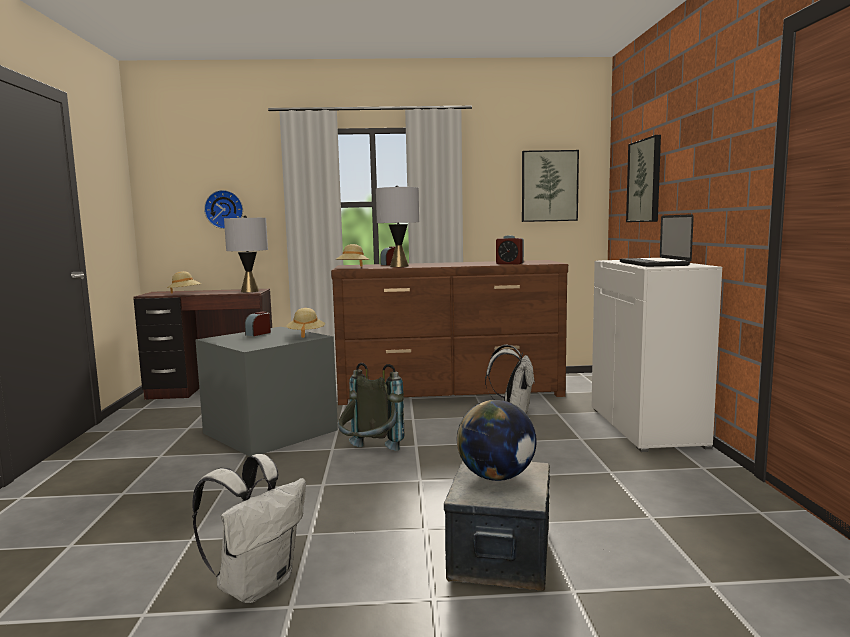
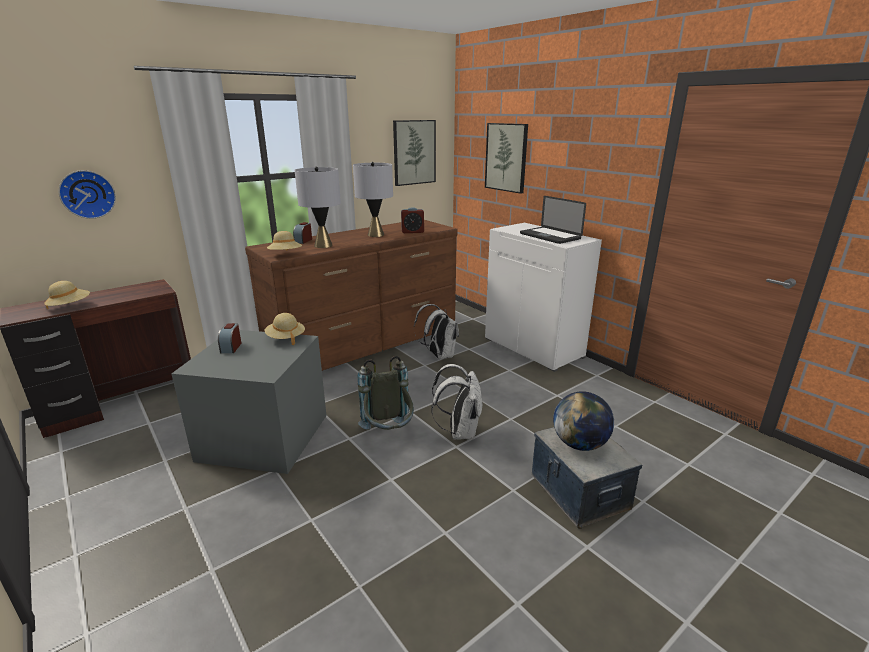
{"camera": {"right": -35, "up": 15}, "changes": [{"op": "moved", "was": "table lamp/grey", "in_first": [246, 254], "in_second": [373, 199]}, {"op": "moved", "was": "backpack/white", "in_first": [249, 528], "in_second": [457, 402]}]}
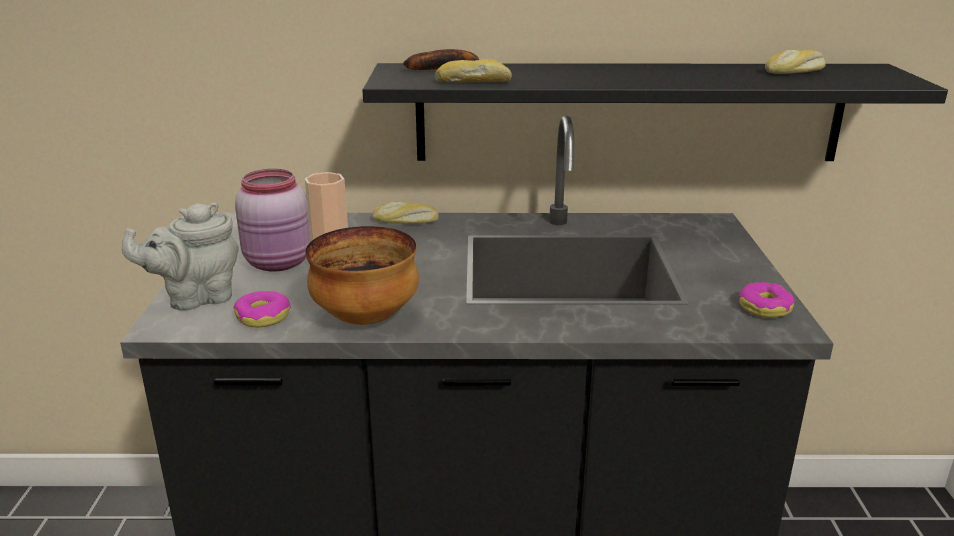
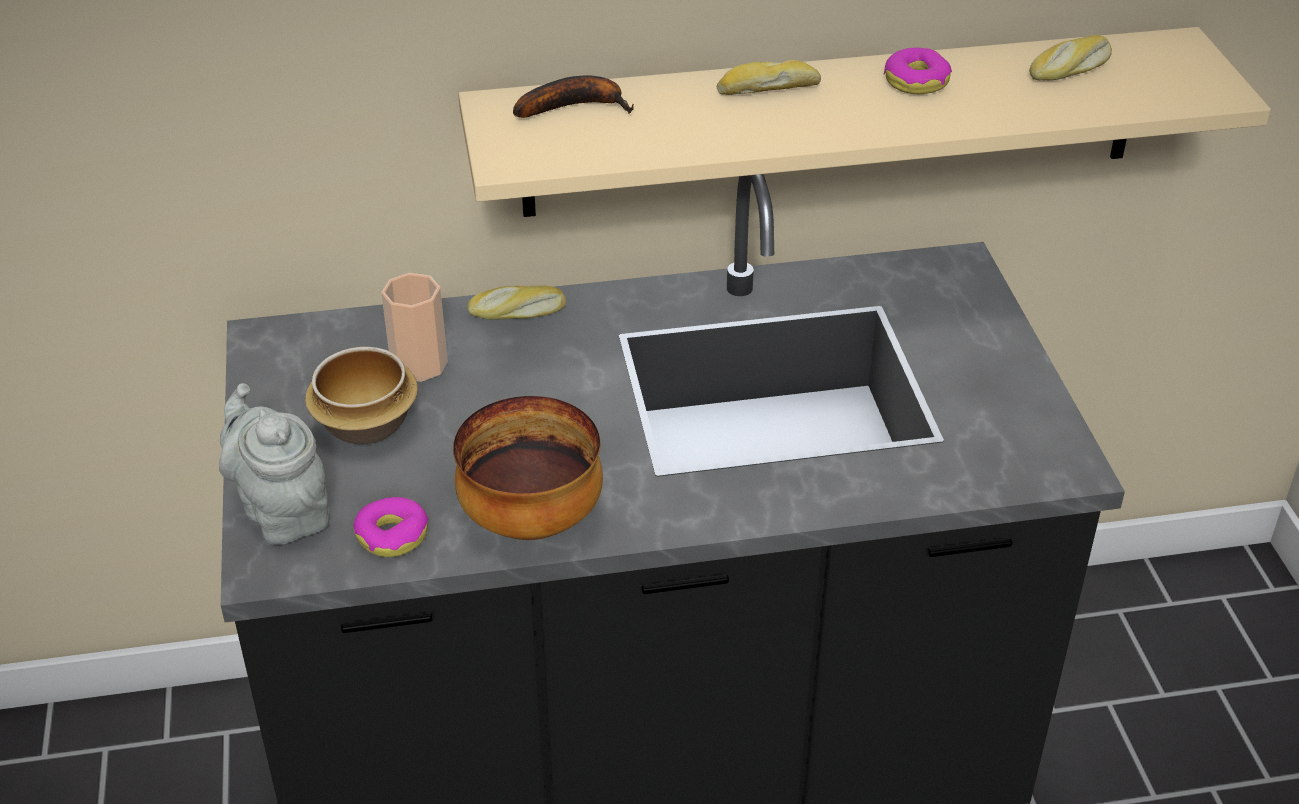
{"camera": {"right": -10, "up": 15}, "changes": [{"op": "turned", "was": "teapot/grey", "in_first": [180, 256], "in_second": [274, 464], "clockwise": 90}, {"op": "replaced", "was": "jar/pink", "now": "bowl", "in_first": [272, 220], "in_second": [361, 396]}, {"op": "recoloured", "was": "shelf/black", "now": "shelf/beige", "in_first": [655, 112], "in_second": [864, 122]}, {"op": "moved", "was": "bread", "in_first": [473, 70], "in_second": [769, 77]}, {"op": "moved", "was": "donut", "in_first": [766, 300], "in_second": [918, 71]}]}
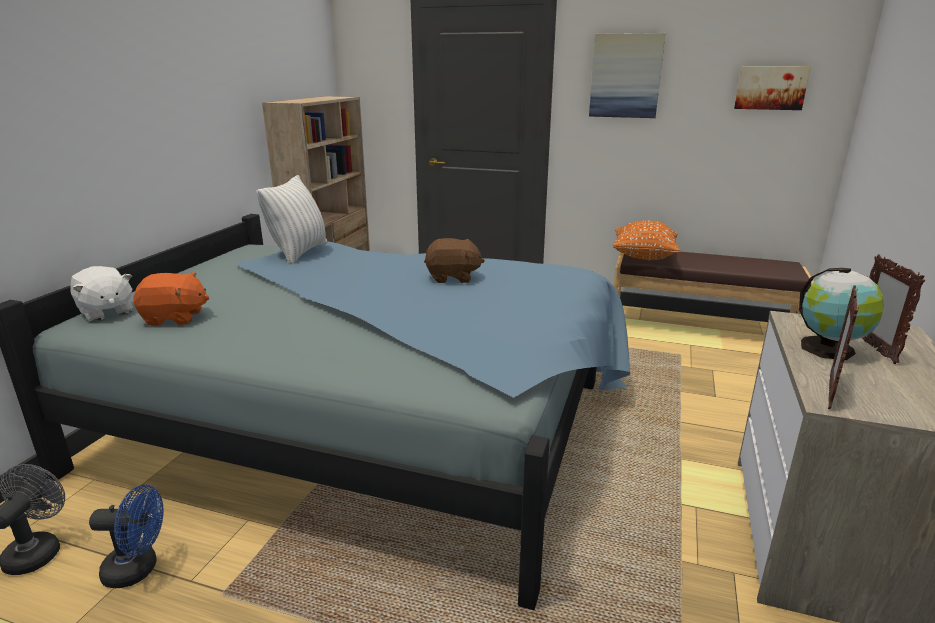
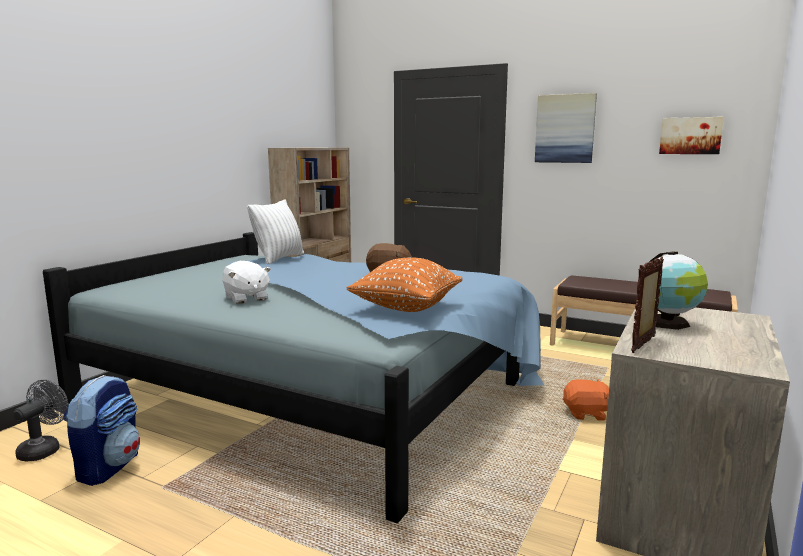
{"camera": {"right": 10, "up": -10}, "changes": [{"op": "replaced", "was": "fan/blue", "now": "backpack", "in_first": [126, 536], "in_second": [102, 430]}, {"op": "moved", "was": "plush toy/white", "in_first": [101, 294], "in_second": [246, 282]}, {"op": "moved", "was": "pillow/orange", "in_first": [646, 240], "in_second": [405, 284]}, {"op": "moved", "was": "plush toy/orange", "in_first": [171, 299], "in_second": [585, 400]}, {"op": "removed", "was": "picture frame", "in_first": [894, 309]}]}
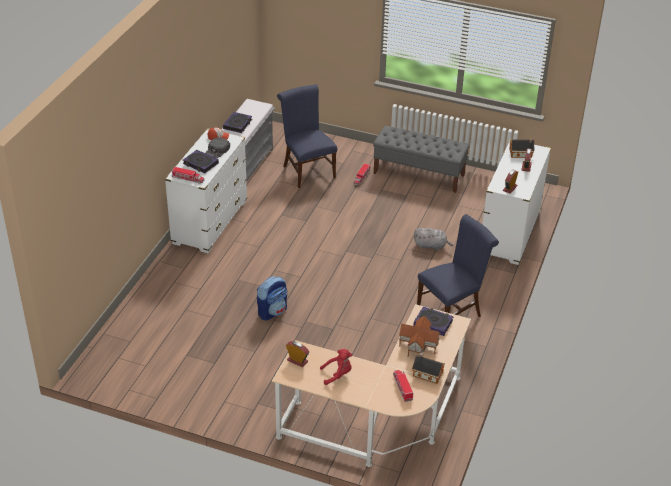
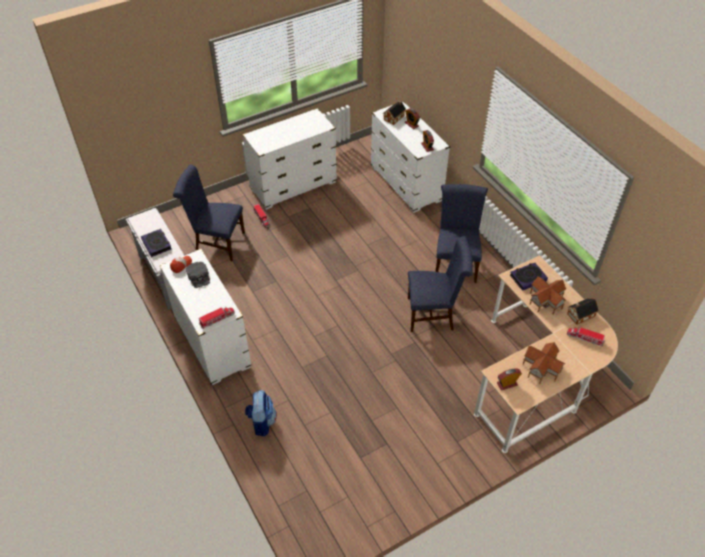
{"camera": {"right": -50, "up": 10}, "changes": [{"op": "replaced", "was": "bench/grey", "now": "dresser/white", "in_first": [421, 159], "in_second": [289, 159]}, {"op": "moved", "was": "backpack", "in_first": [272, 298], "in_second": [261, 413]}, {"op": "added", "now": "chair/blue", "in_second": [440, 284]}, {"op": "replaced", "was": "plush toy/red", "now": "toy house", "in_first": [336, 367], "in_second": [544, 363]}, {"op": "removed", "was": "book", "in_first": [201, 161]}, {"op": "removed", "was": "plush toy/grey", "in_first": [433, 239]}]}
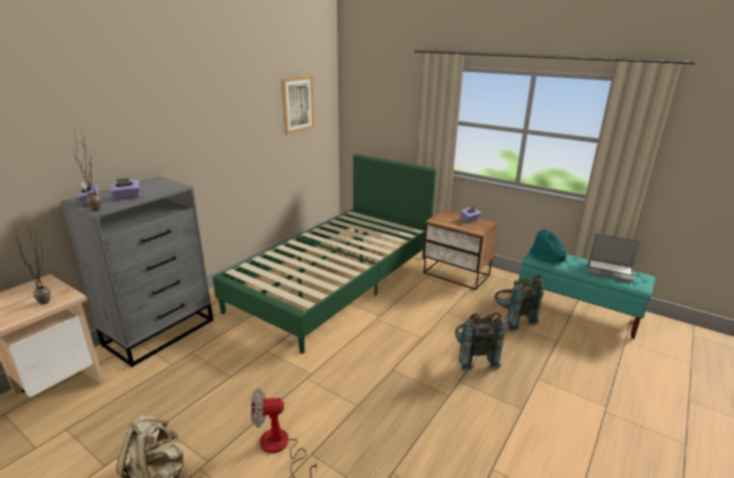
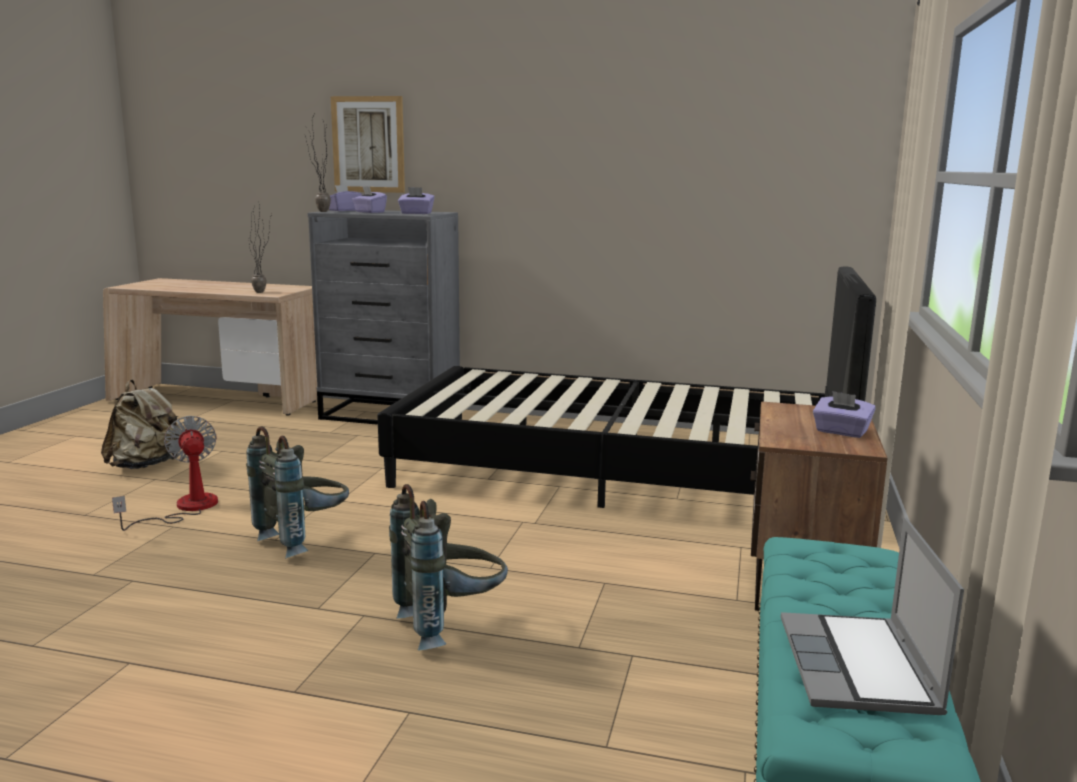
{"camera": {"right": 70, "up": -10}, "changes": [{"op": "moved", "was": "backpack/grey", "in_first": [519, 303], "in_second": [297, 492]}, {"op": "moved", "was": "picture", "in_first": [298, 105], "in_second": [368, 144]}, {"op": "recoloured", "was": "bed/green", "now": "bed/black", "in_first": [324, 254], "in_second": [626, 387]}, {"op": "added", "now": "tissue box/purple", "in_second": [416, 200]}, {"op": "removed", "was": "hat/turquoise", "in_first": [548, 246]}]}
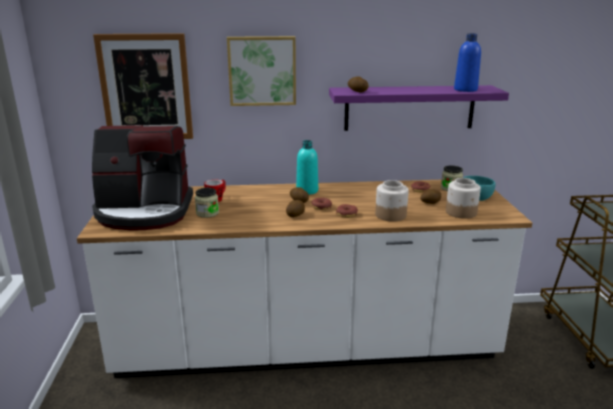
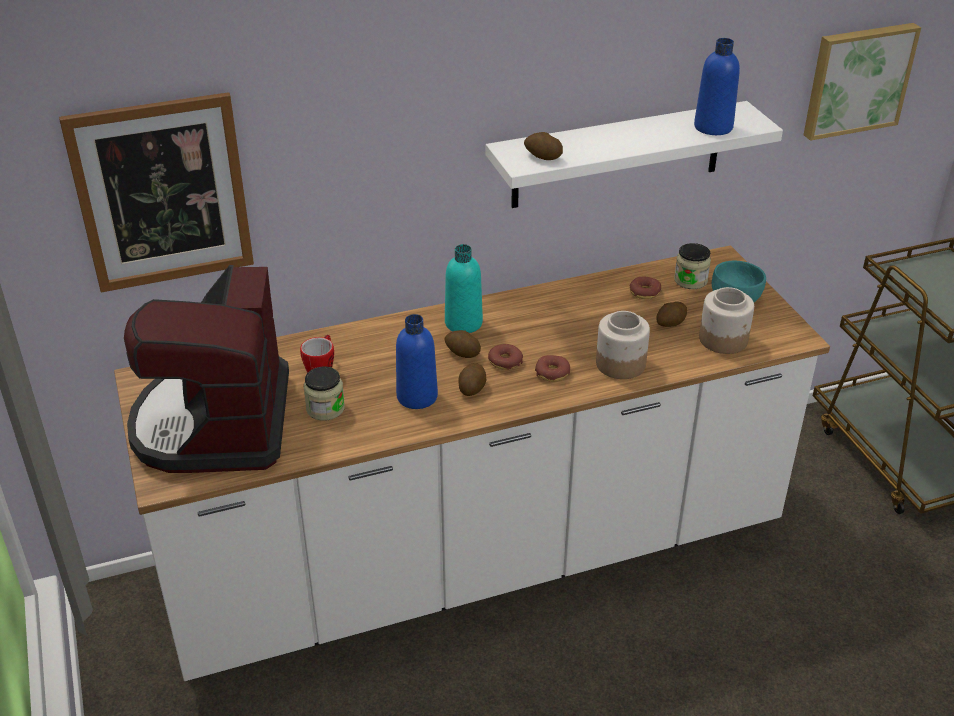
{"camera": {"right": -15, "up": 15}, "changes": [{"op": "turned", "was": "coffee machine", "in_first": [142, 178], "in_second": [206, 369], "clockwise": 105}, {"op": "added", "now": "bottle/blue", "in_second": [417, 361]}, {"op": "recoloured", "was": "shelf/purple", "now": "shelf/white", "in_first": [419, 108], "in_second": [634, 154]}, {"op": "moved", "was": "picture", "in_first": [261, 71], "in_second": [862, 82]}]}
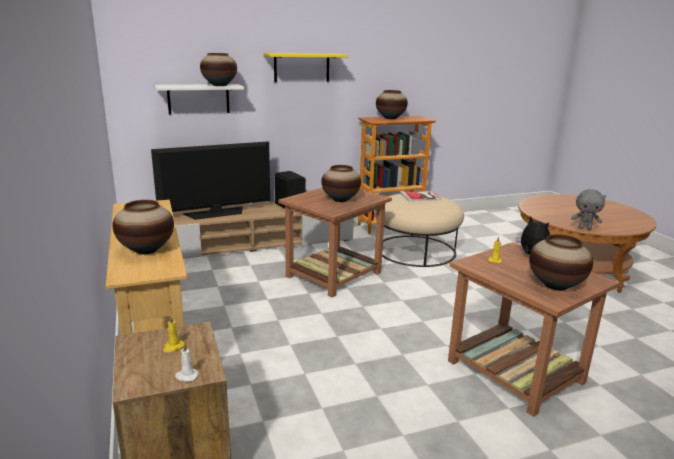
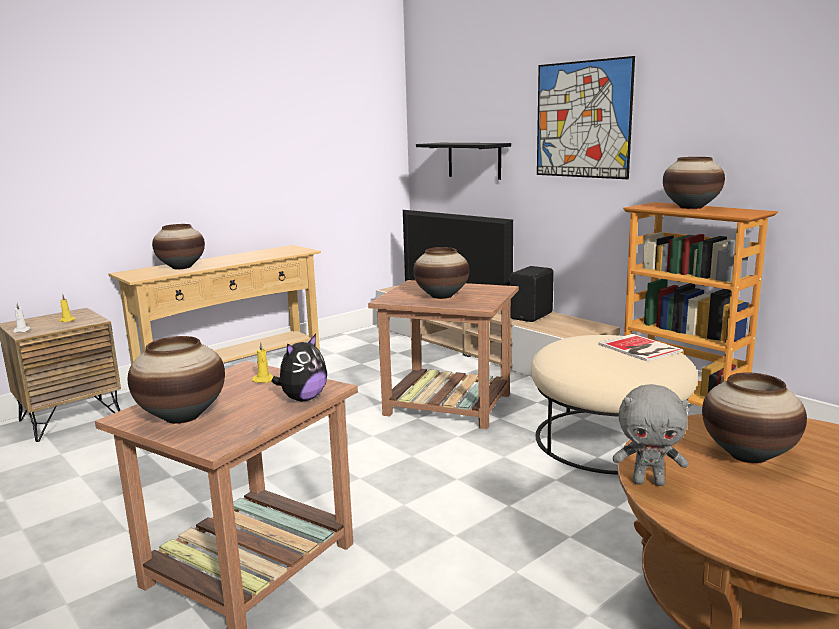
{"camera": {"right": 70, "up": -5}, "changes": [{"op": "recoloured", "was": "shelf/white", "now": "shelf/black", "in_first": [199, 99], "in_second": [463, 161]}, {"op": "replaced", "was": "shelf/yellow", "now": "picture", "in_first": [306, 67], "in_second": [586, 117]}, {"op": "turned", "was": "plush toy/grey", "in_first": [588, 209], "in_second": [651, 435], "clockwise": -75}, {"op": "moved", "was": "vase", "in_first": [218, 69], "in_second": [754, 418]}]}
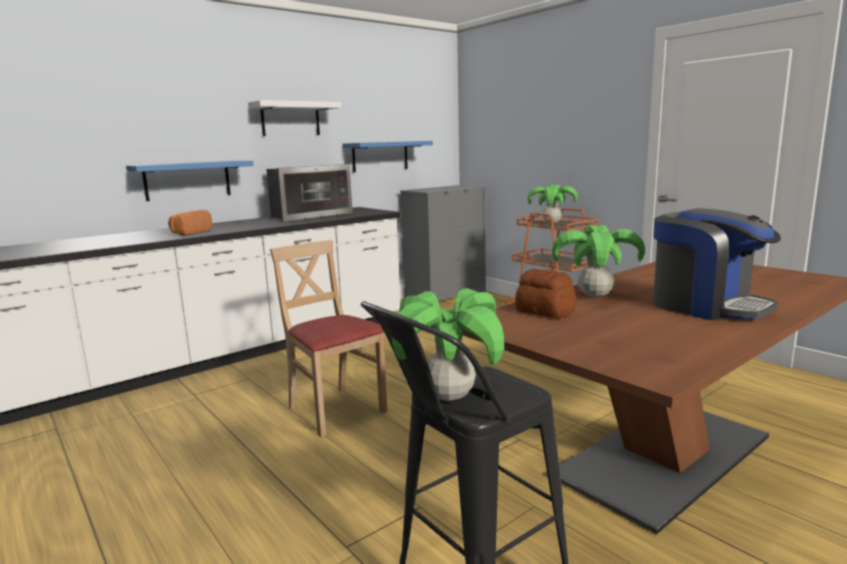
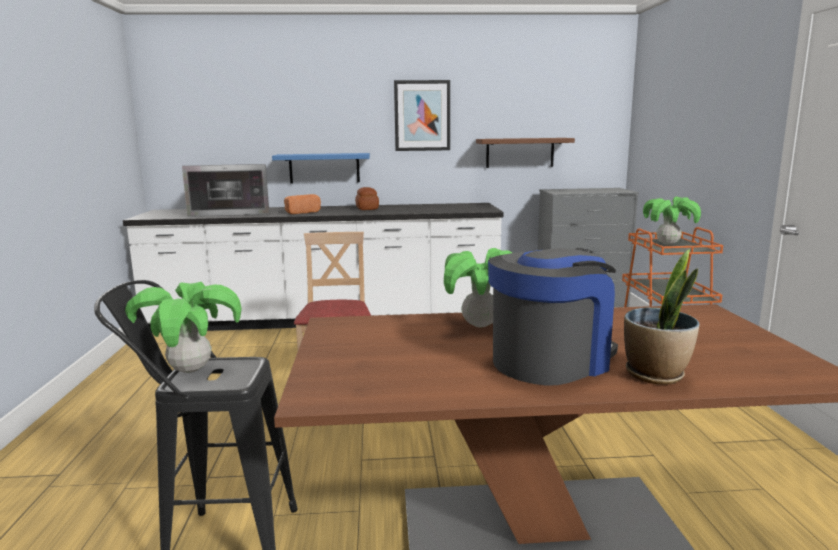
{"camera": {"right": 35, "up": 0}, "changes": [{"op": "moved", "was": "microwave", "in_first": [309, 193], "in_second": [225, 190]}, {"op": "moved", "was": "bread", "in_first": [545, 293], "in_second": [367, 198]}, {"op": "replaced", "was": "shelf/white", "now": "picture", "in_first": [294, 118], "in_second": [422, 115]}, {"op": "recoloured", "was": "shelf/blue", "now": "shelf/brown", "in_first": [388, 156], "in_second": [525, 153]}, {"op": "turned", "was": "coffee machine", "in_first": [717, 264], "in_second": [553, 317], "clockwise": -120}, {"op": "added", "now": "potted plant", "in_second": [661, 317]}]}
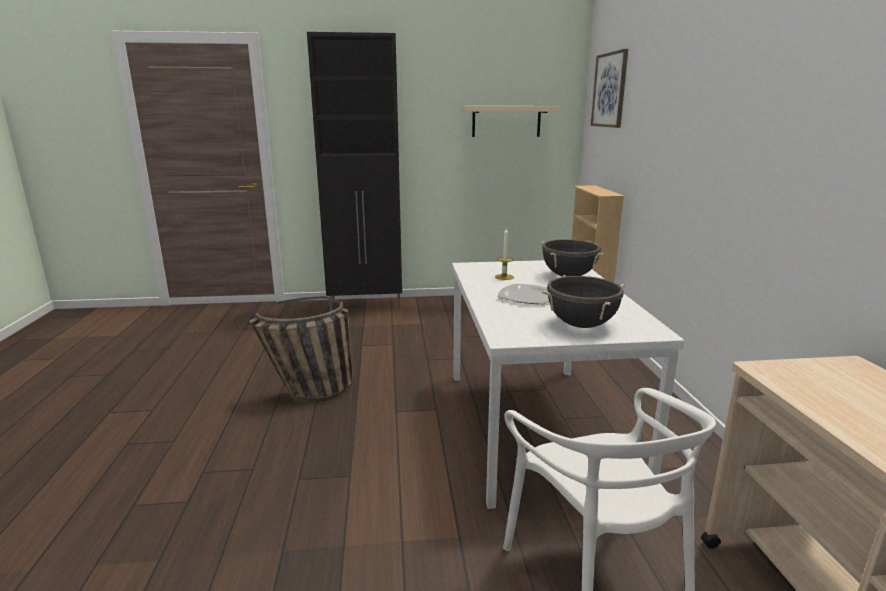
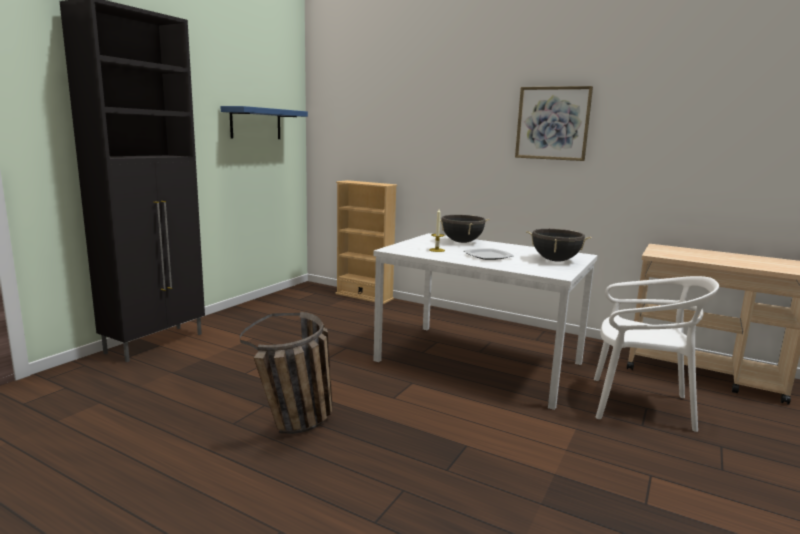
{"camera": {"right": -55, "up": -5}, "changes": [{"op": "recoloured", "was": "shelf/beige", "now": "shelf/blue", "in_first": [511, 121], "in_second": [264, 122]}, {"op": "moved", "was": "picture", "in_first": [609, 88], "in_second": [554, 123]}]}
